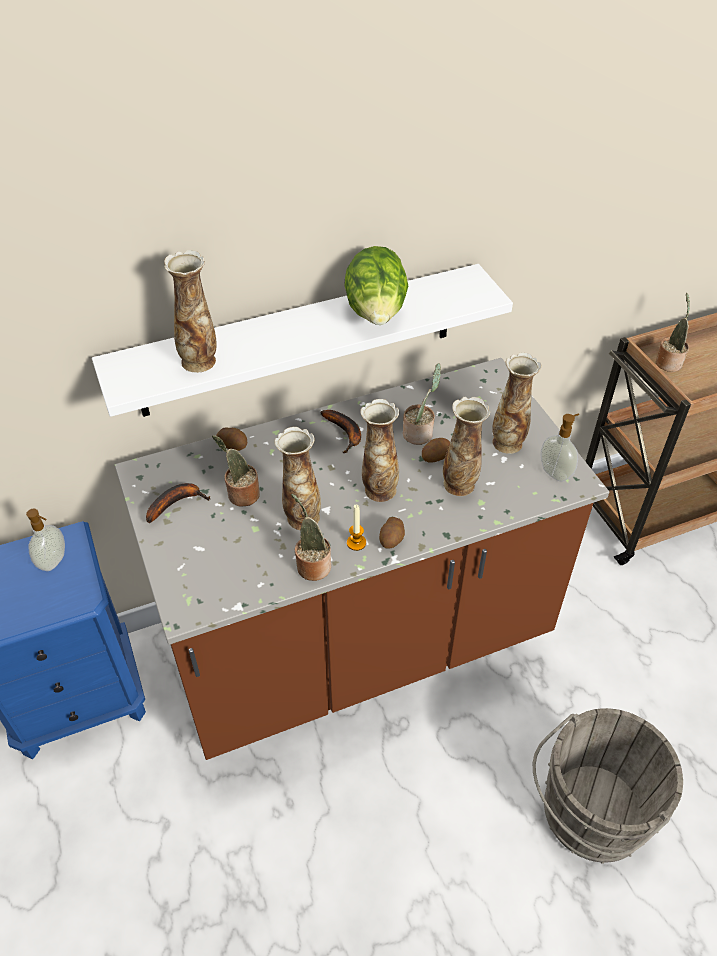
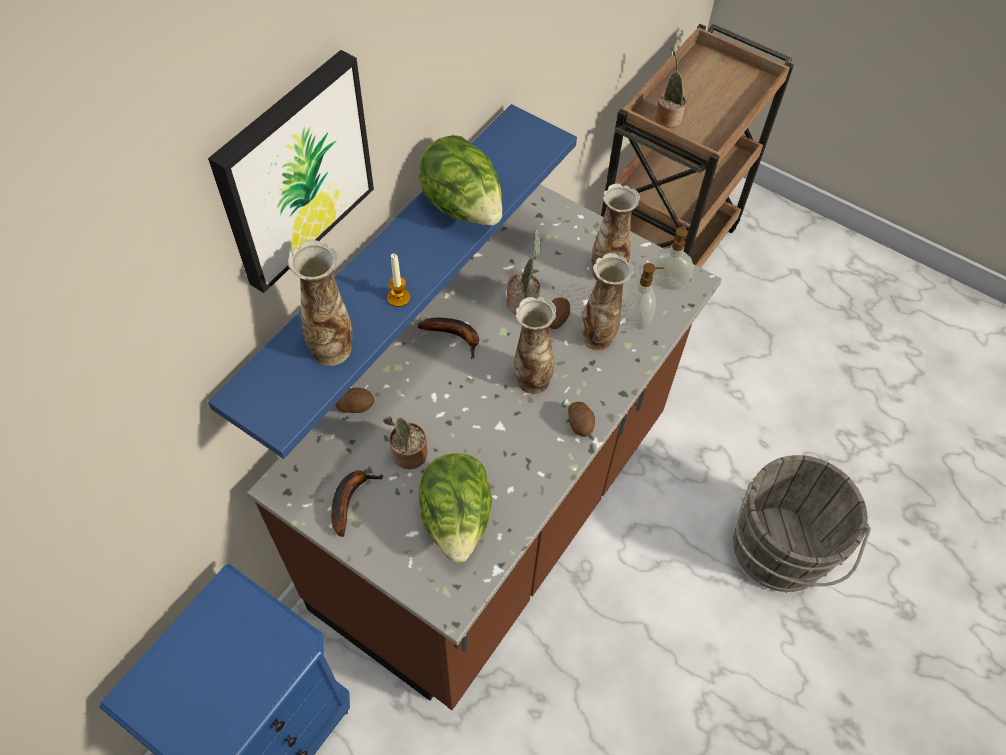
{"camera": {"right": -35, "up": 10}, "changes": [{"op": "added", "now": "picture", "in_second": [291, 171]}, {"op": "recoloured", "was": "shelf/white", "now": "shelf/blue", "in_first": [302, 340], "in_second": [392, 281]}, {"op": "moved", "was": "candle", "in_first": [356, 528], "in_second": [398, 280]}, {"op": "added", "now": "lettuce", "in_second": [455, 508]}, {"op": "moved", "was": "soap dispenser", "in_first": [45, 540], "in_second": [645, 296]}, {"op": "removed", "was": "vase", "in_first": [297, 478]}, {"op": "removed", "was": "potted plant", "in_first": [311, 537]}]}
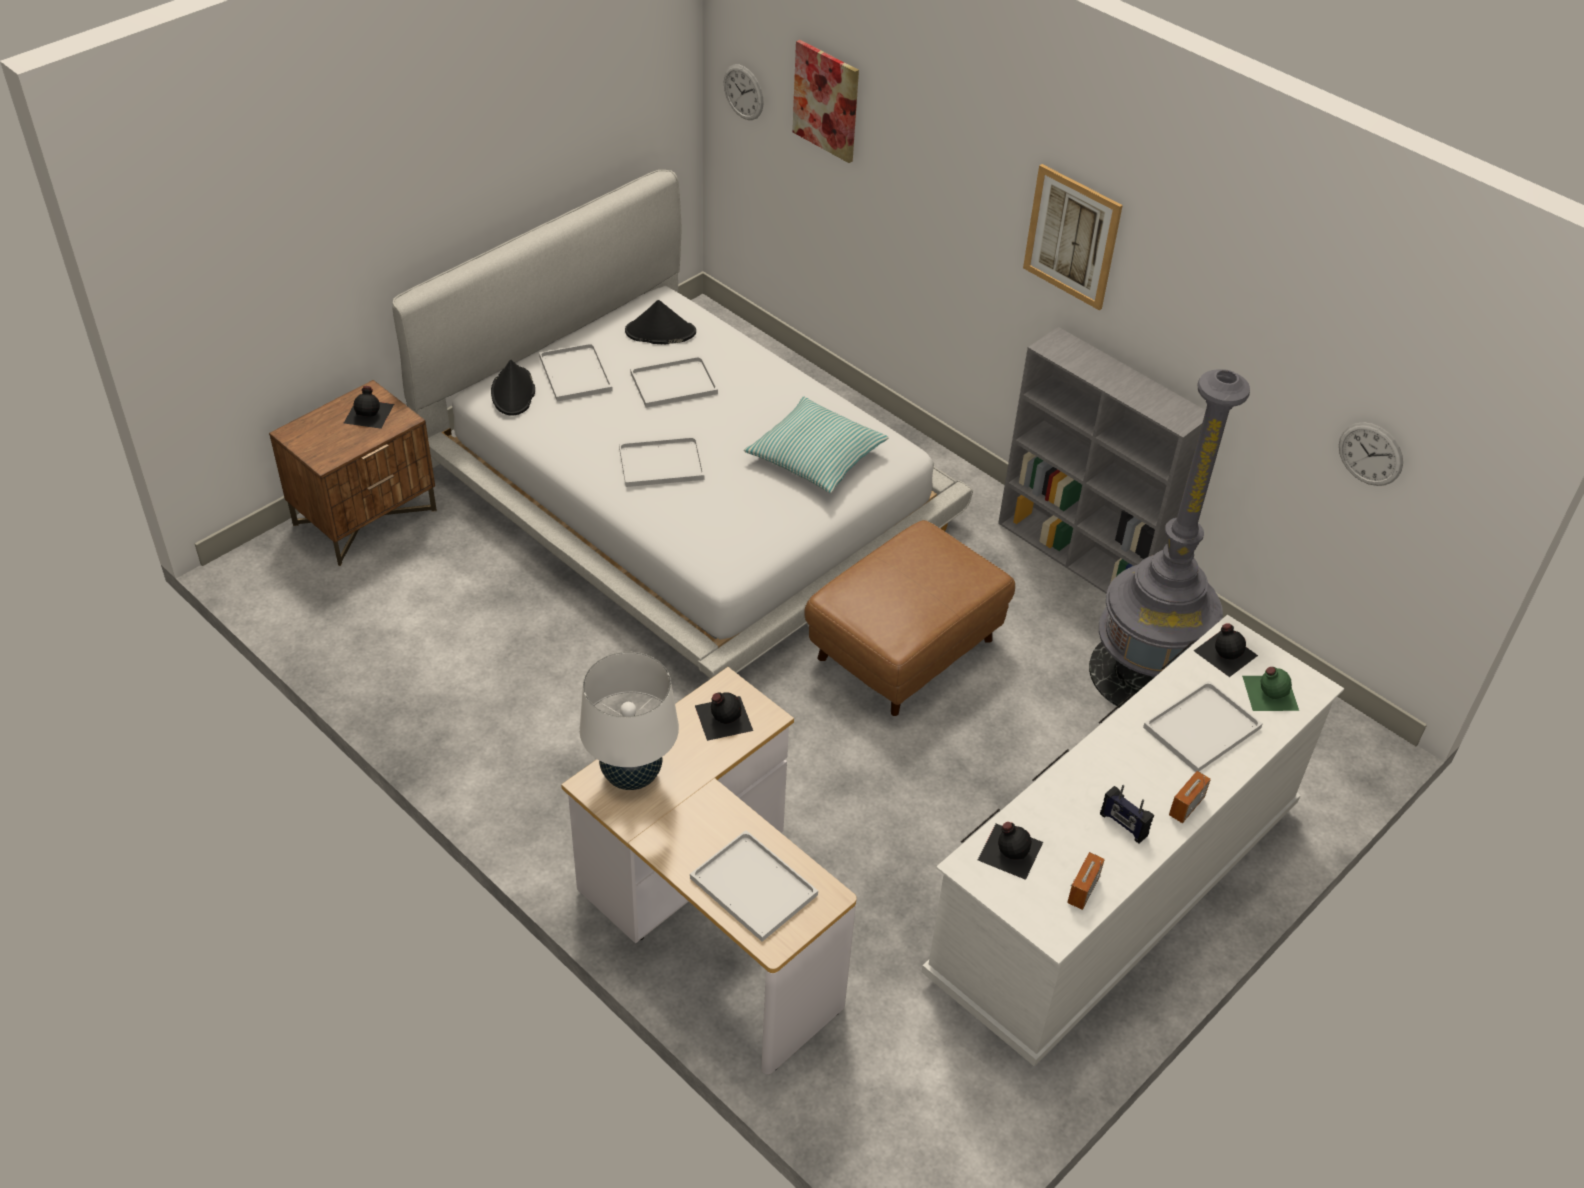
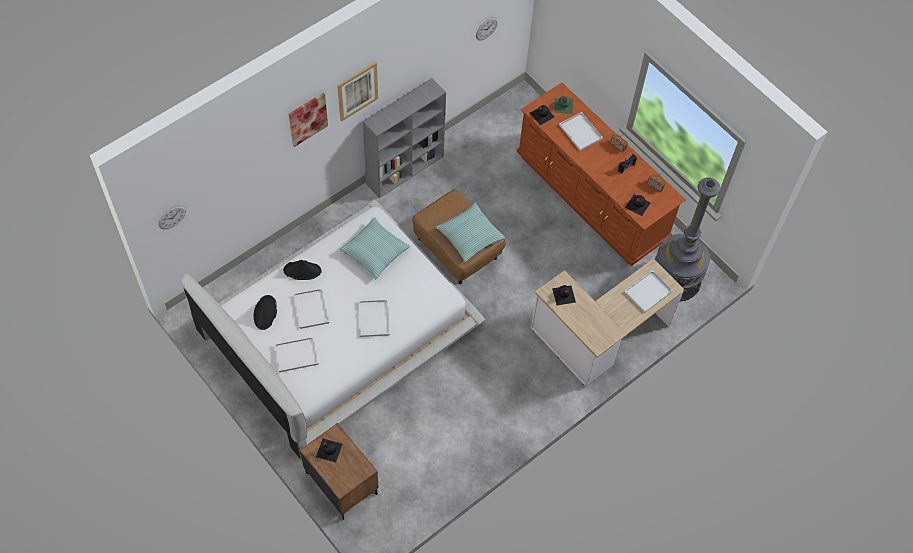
{"camera": {"right": -85, "up": 15}, "changes": [{"op": "moved", "was": "hat/black", "in_first": [513, 388], "in_second": [302, 270]}, {"op": "moved", "was": "picture", "in_first": [825, 101], "in_second": [308, 120]}, {"op": "added", "now": "pillow", "in_second": [470, 232]}, {"op": "recoloured", "was": "dresser/white", "now": "dresser/brown", "in_first": [1133, 840], "in_second": [601, 174]}, {"op": "moved", "was": "floor lamp/grey", "in_first": [1169, 538], "in_second": [687, 239]}, {"op": "removed", "was": "table lamp/white", "in_first": [629, 721]}]}
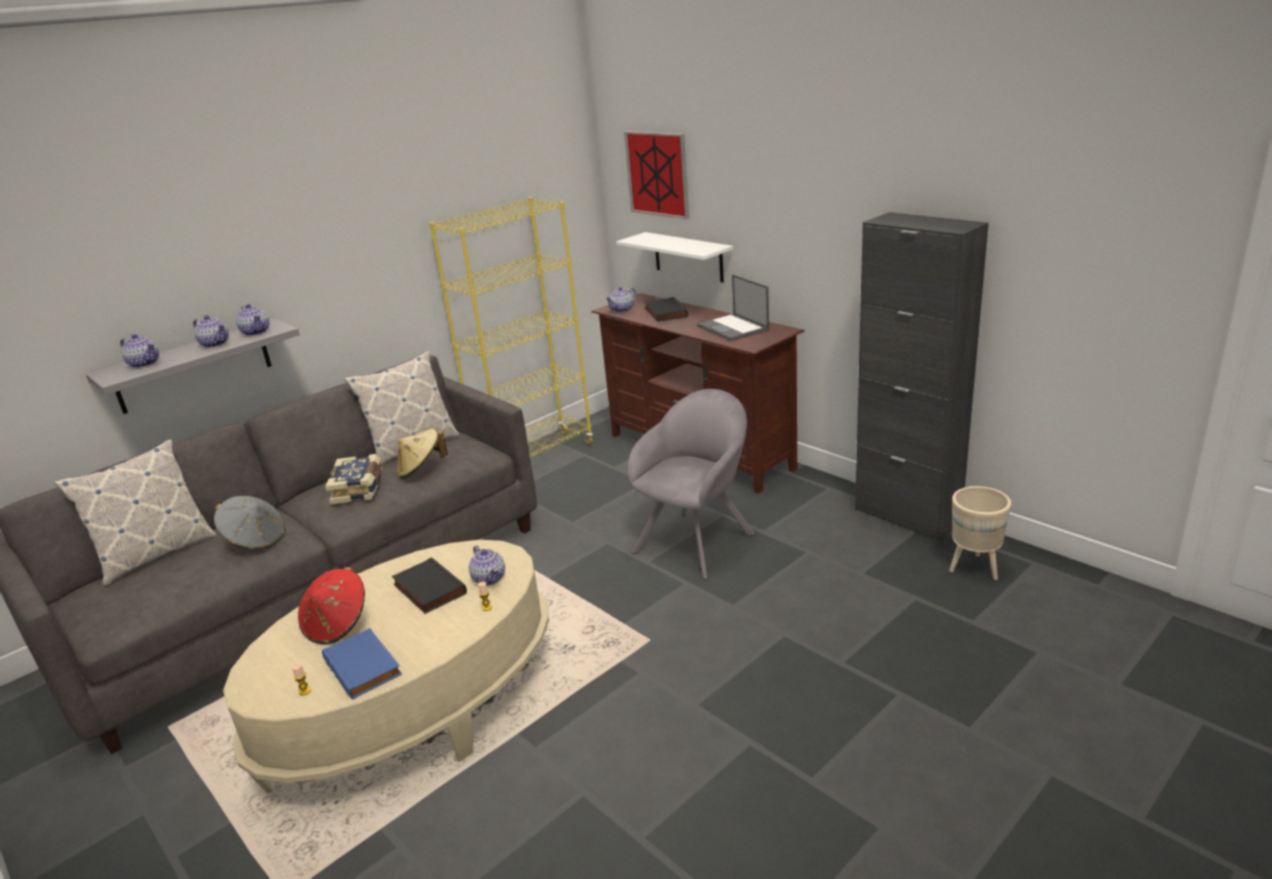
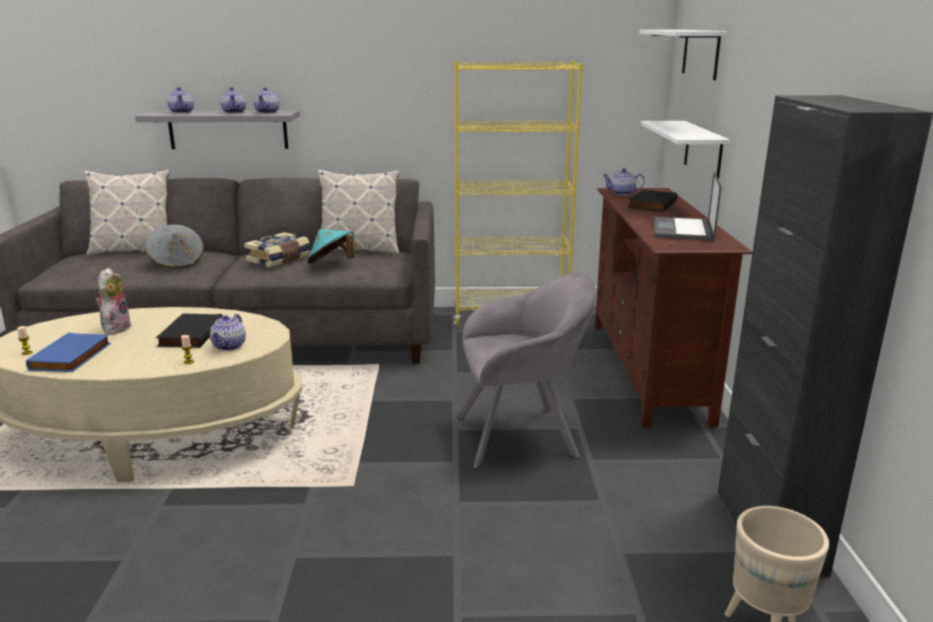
{"camera": {"right": 40, "up": -5}, "changes": [{"op": "replaced", "was": "hat/red", "now": "plush toy", "in_first": [331, 605], "in_second": [114, 301]}, {"op": "recoloured", "was": "hat/beige", "now": "hat/turquoise", "in_first": [422, 454], "in_second": [331, 246]}, {"op": "replaced", "was": "picture", "now": "shelf/white", "in_first": [656, 175], "in_second": [683, 55]}]}
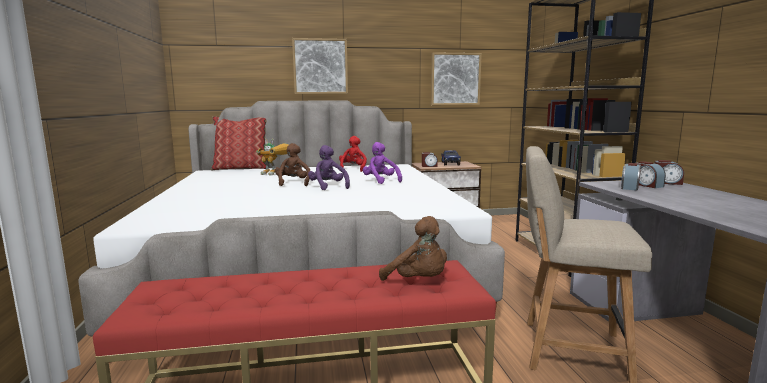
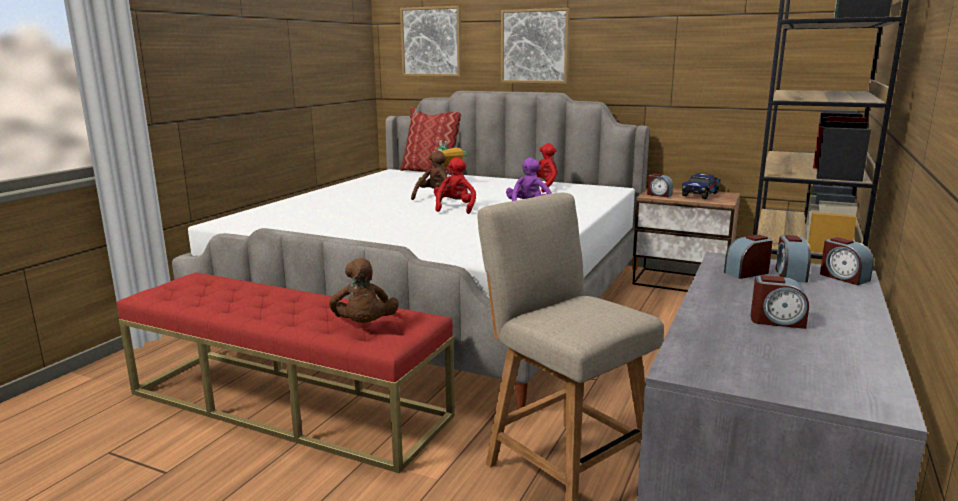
{"camera": {"right": 35, "up": 5}, "changes": [{"op": "moved", "was": "picture", "in_first": [456, 78], "in_second": [431, 41]}, {"op": "recoloured", "was": "plush toy/purple", "now": "plush toy/red", "in_first": [329, 167], "in_second": [455, 185]}, {"op": "added", "now": "alarm clock", "in_second": [780, 302]}]}
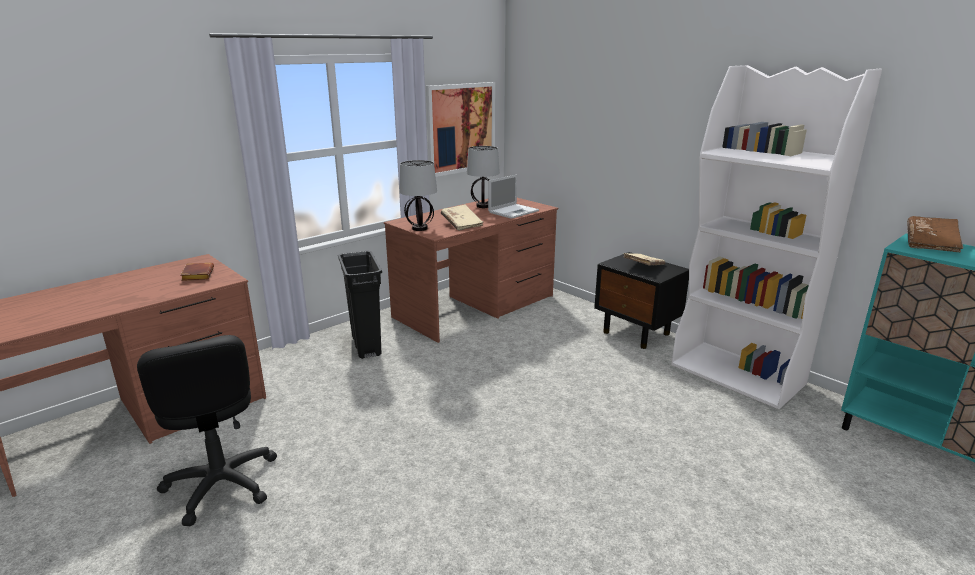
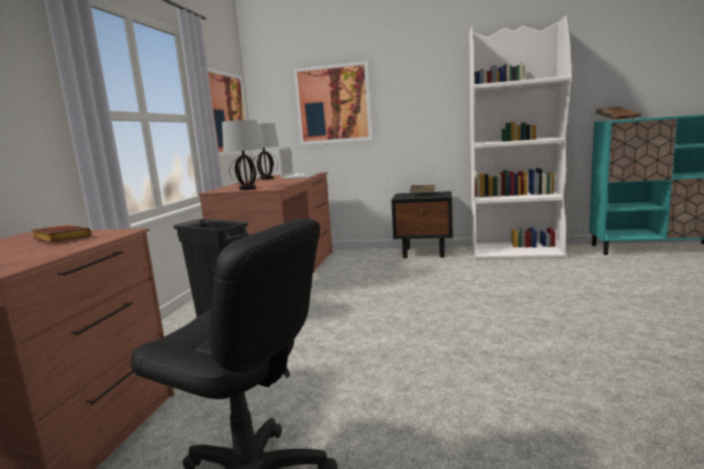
{"camera": {"right": -35, "up": -10}, "changes": [{"op": "added", "now": "picture", "in_second": [333, 103]}, {"op": "removed", "was": "book/beige", "in_first": [462, 217]}]}
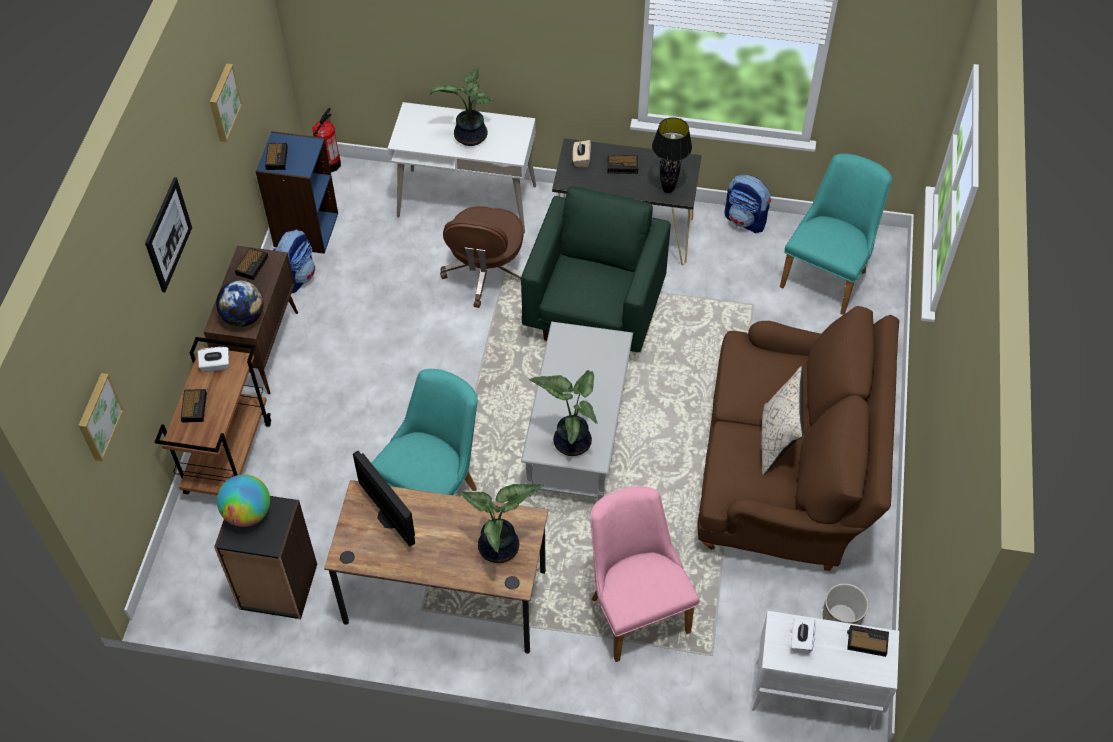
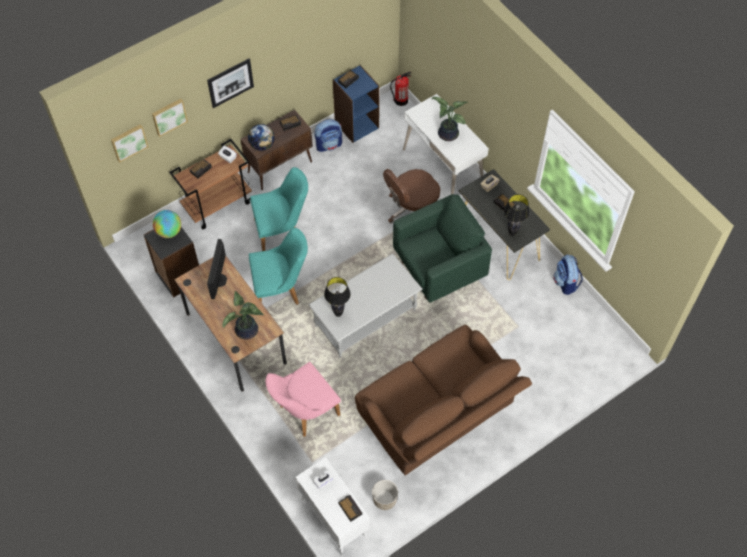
{"camera": {"right": 45, "up": 5}, "changes": [{"op": "moved", "was": "picture", "in_first": [226, 102], "in_second": [170, 118]}, {"op": "moved", "was": "chair/turquoise", "in_first": [836, 234], "in_second": [279, 209]}, {"op": "turned", "was": "chair/pink", "in_first": [644, 574], "in_second": [303, 399], "clockwise": -150}, {"op": "replaced", "was": "potted plant", "now": "table lamp/black", "in_first": [563, 413], "in_second": [337, 297]}, {"op": "removed", "was": "pillow/beige", "in_first": [782, 421]}]}
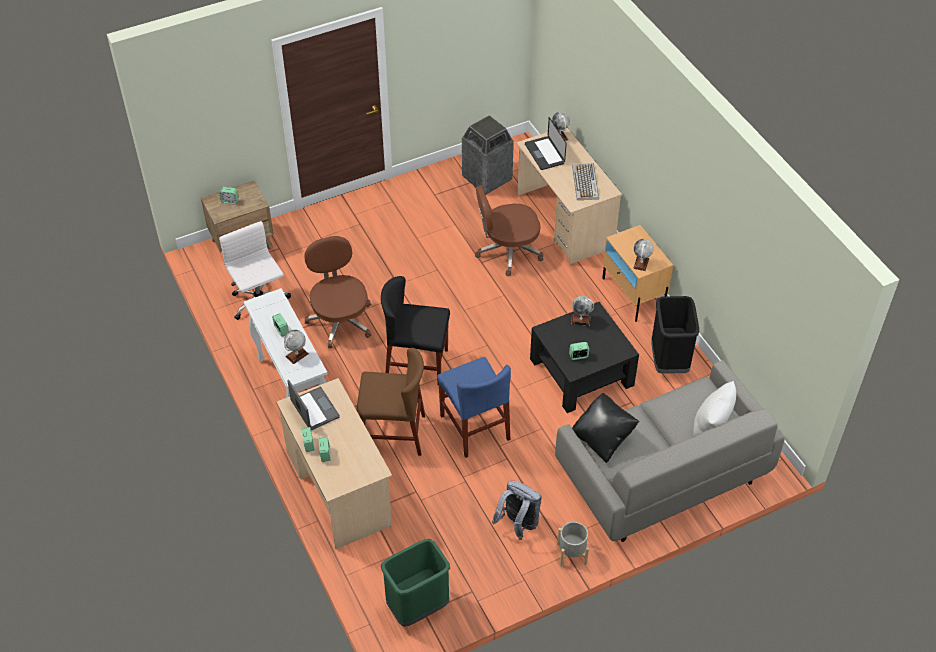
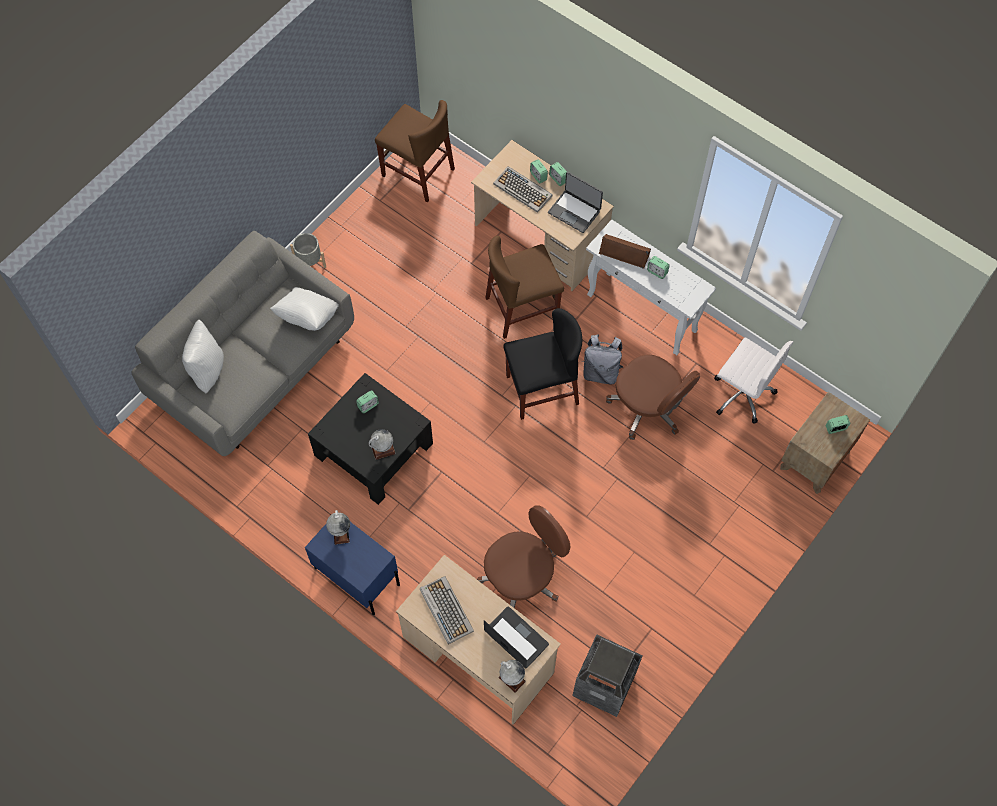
{"camera": {"right": 155, "up": 15}, "changes": [{"op": "recoloured", "was": "pillow/black", "now": "pillow/white", "in_first": [605, 428], "in_second": [304, 309]}, {"op": "recoloured", "was": "nightstand/beige", "now": "nightstand/blue", "in_first": [637, 273], "in_second": [352, 568]}, {"op": "replaced", "was": "trash can/green", "now": "chair/brown", "in_first": [415, 583], "in_second": [415, 151]}, {"op": "added", "now": "keyboard", "in_second": [522, 189]}, {"op": "moved", "was": "backpack/grey", "in_first": [517, 510], "in_second": [603, 360]}, {"op": "replaced", "was": "globe", "now": "speaker/brown", "in_first": [296, 347], "in_second": [625, 251]}, {"op": "removed", "was": "chair/blue", "in_first": [474, 407]}, {"op": "removed", "was": "trash can/black", "in_first": [675, 335]}]}
